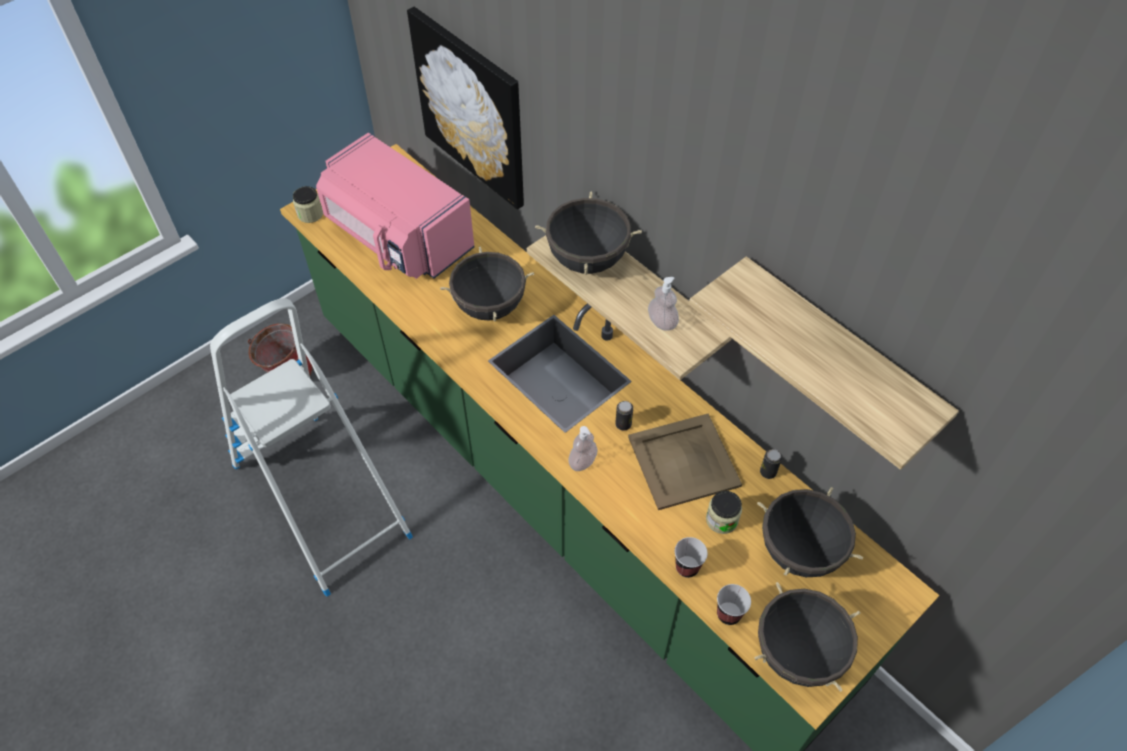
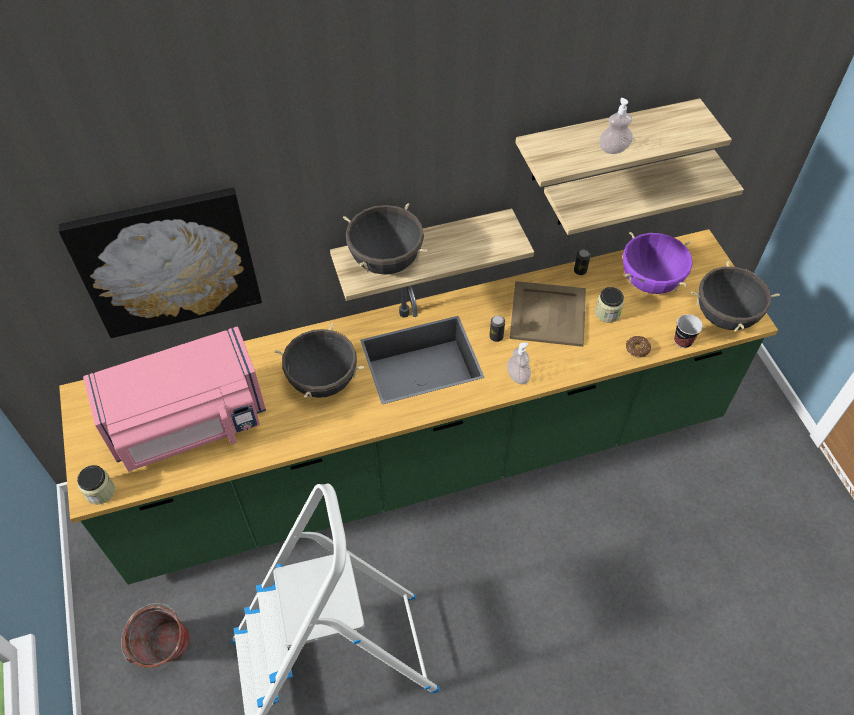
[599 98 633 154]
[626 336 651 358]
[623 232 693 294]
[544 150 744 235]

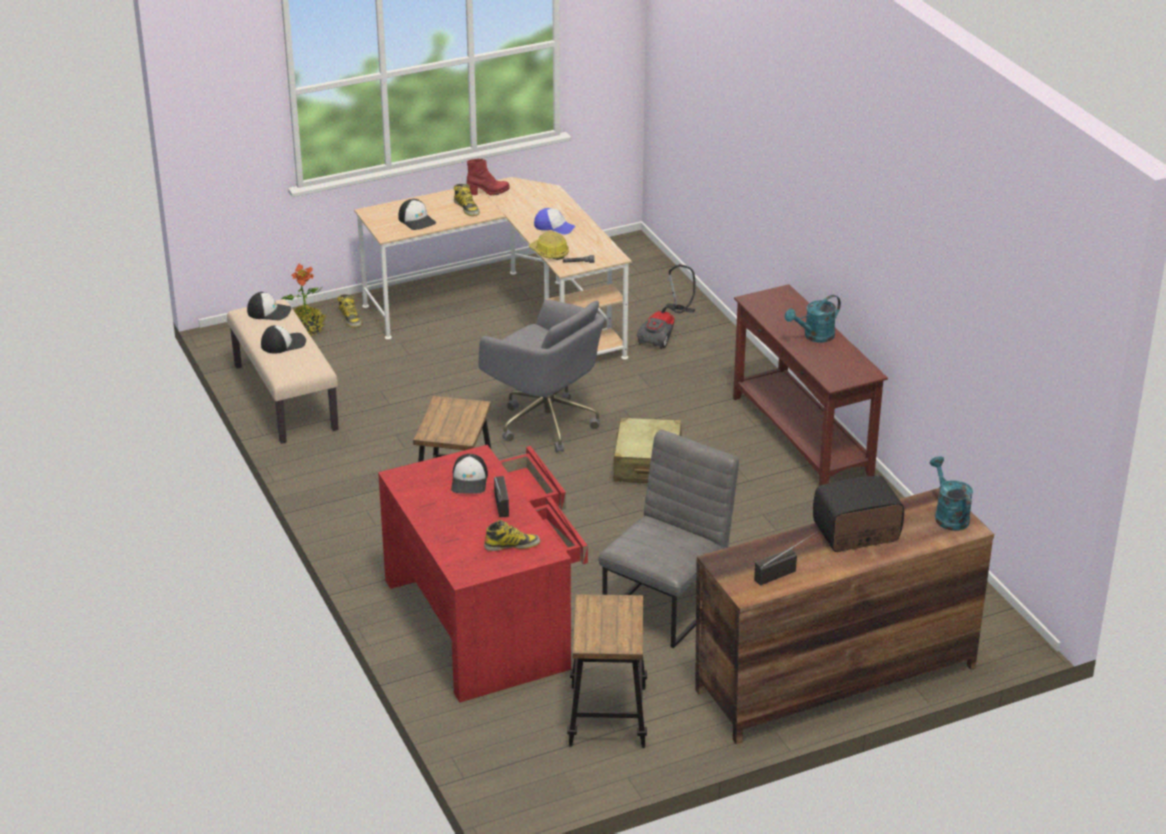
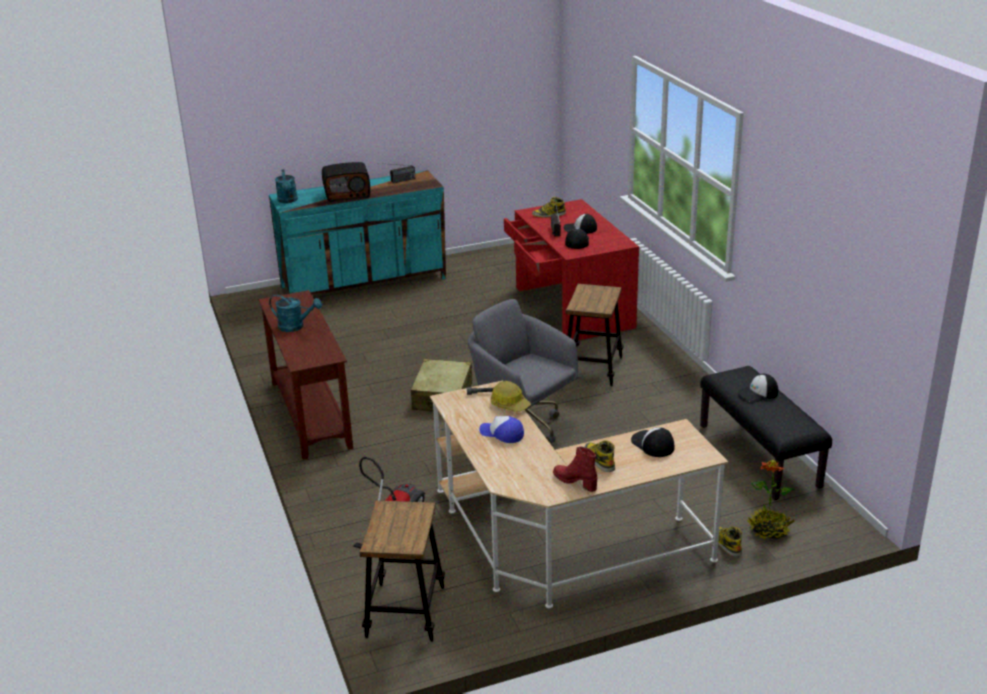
[700 366 832 501]
[564 214 597 234]
[553 446 597 492]
[360 500 445 642]
[599 430 739 648] (first image)
[269 170 446 295]
[269 294 322 332]

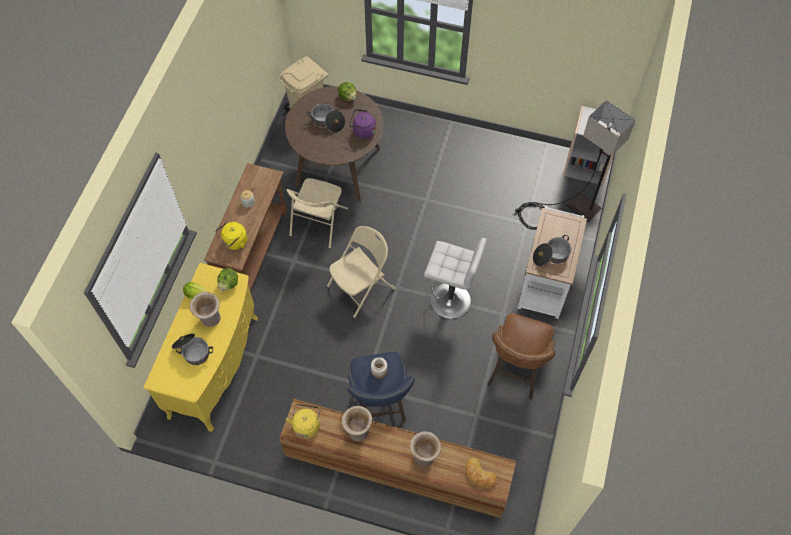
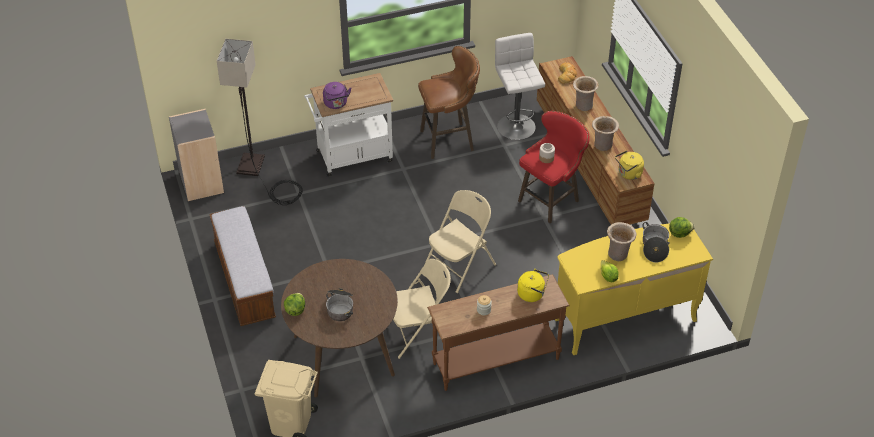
[669 217 694 238]
[424 190 496 294]
[518 111 590 223]
[323 82 351 109]
[495 33 545 140]
[533 235 571 266] (first image)
[209 206 276 326]

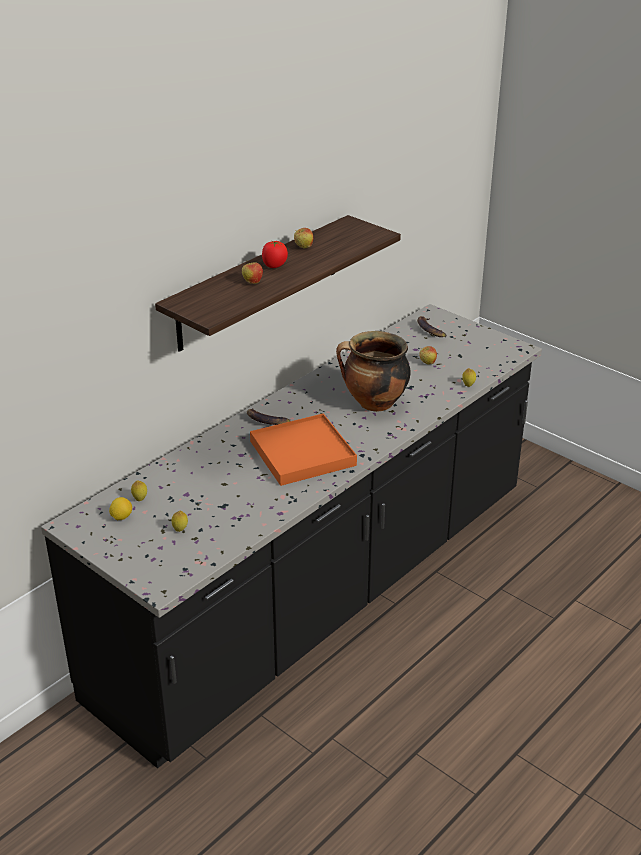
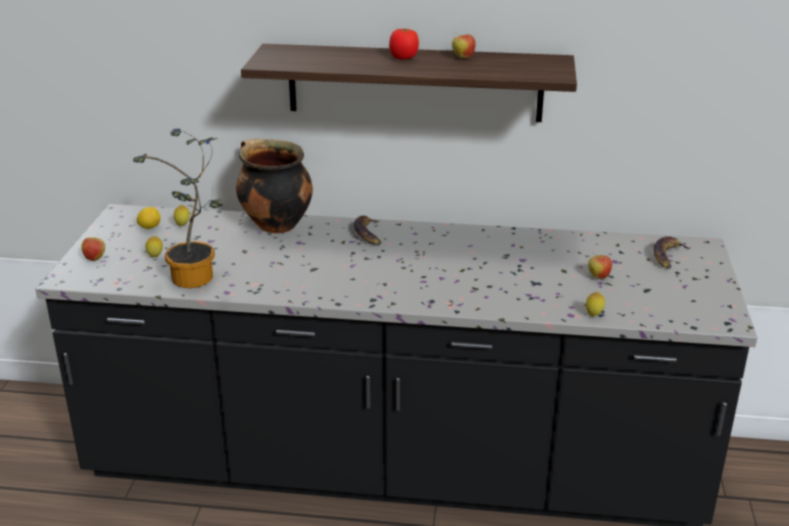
[81 234 105 261]
[250 413 357 486] (first image)
[236 139 313 234]
[133 129 223 288]

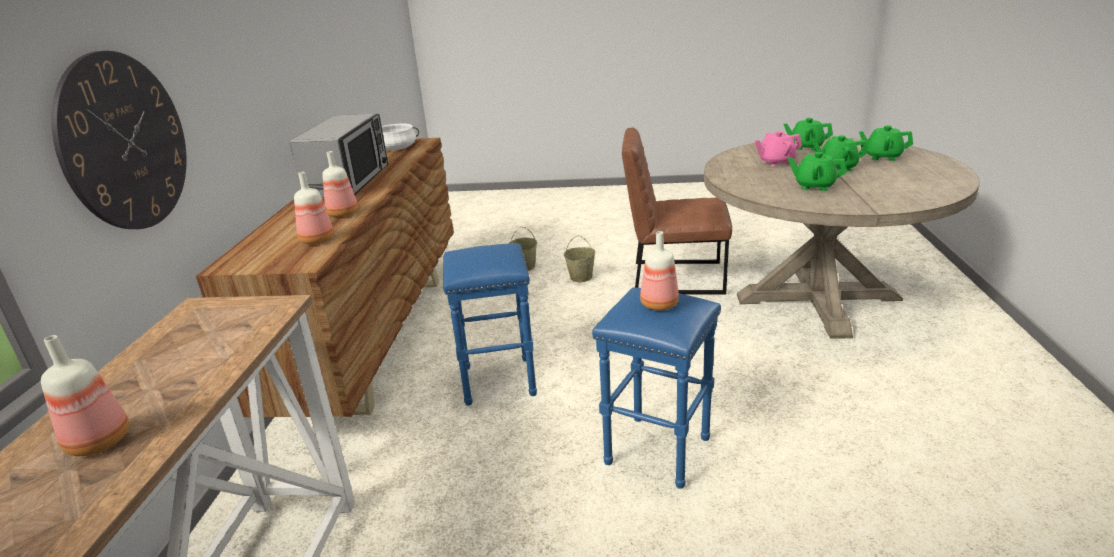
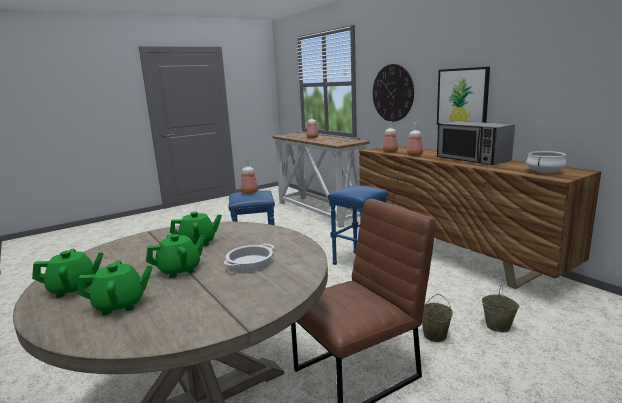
[224 244 274 272]
[32 249 104 298]
[437 67 490 125]

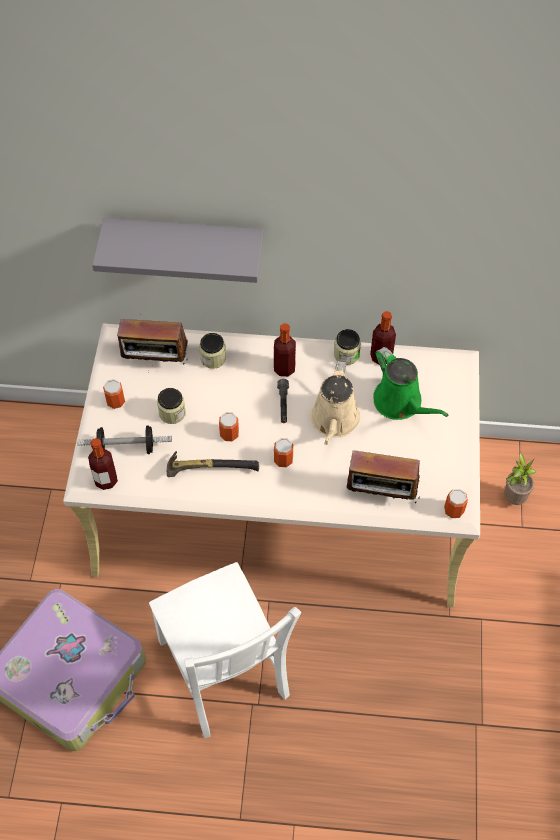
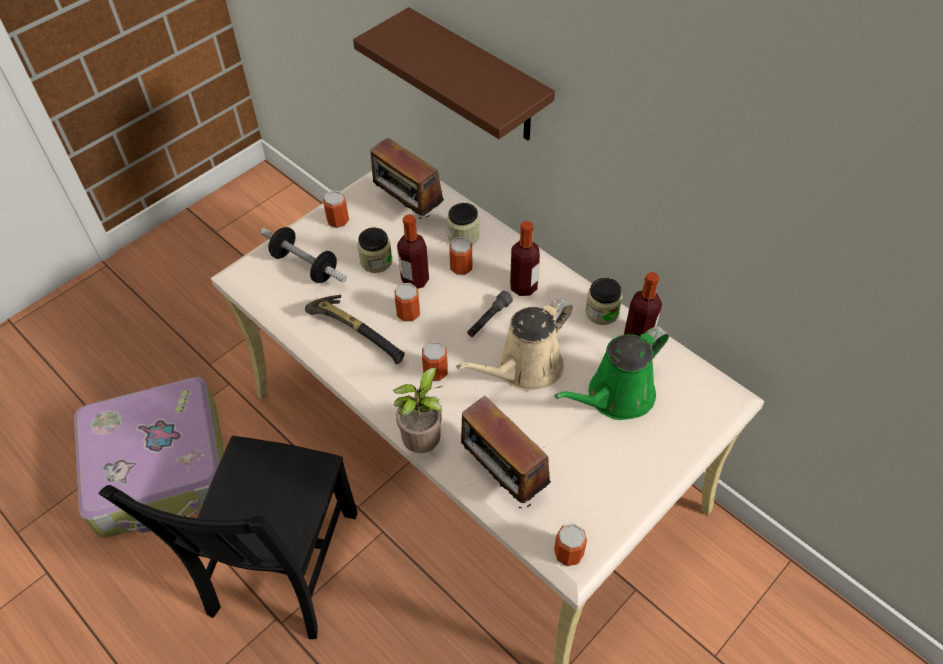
[397 214 429 289]
[353 7 555 140]
[98 436 358 639]
[554 326 669 420]
[393 368 442 453]
[449 237 472 275]

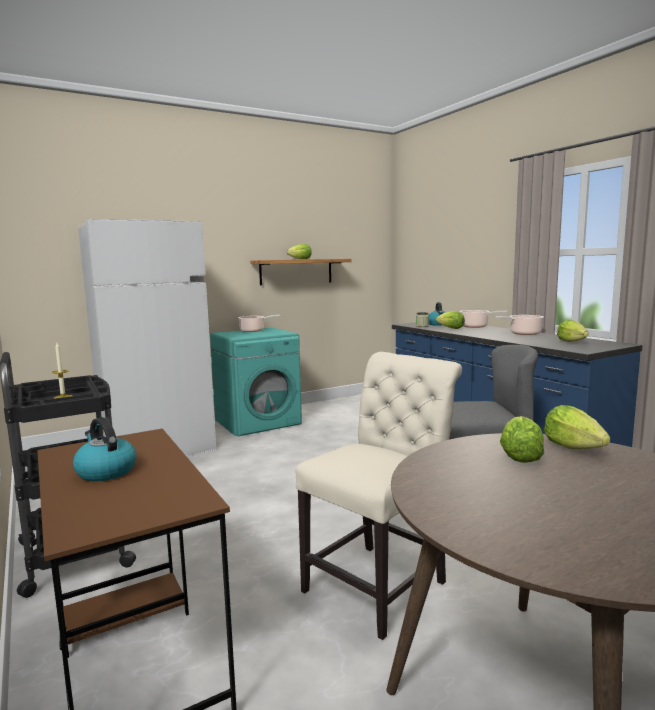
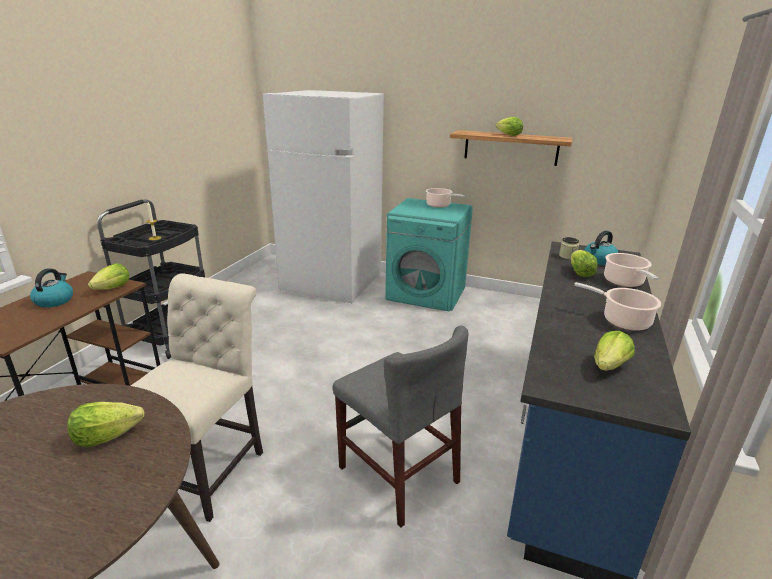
[131 273 263 522]
[88 263 129 290]

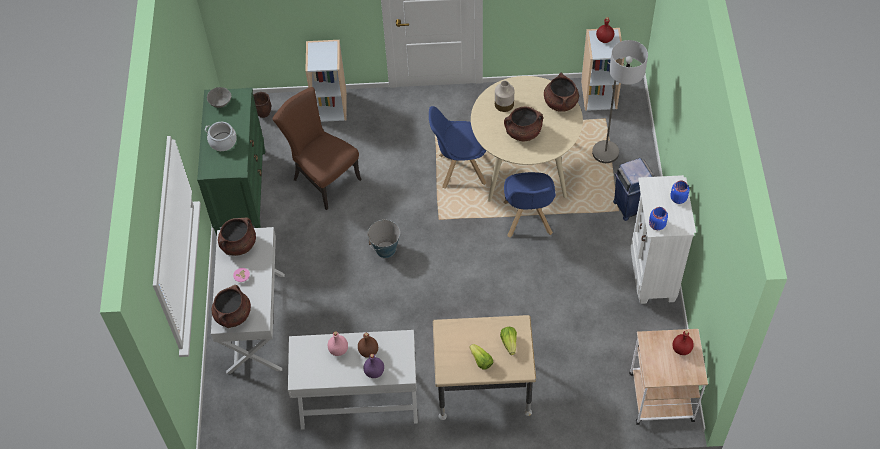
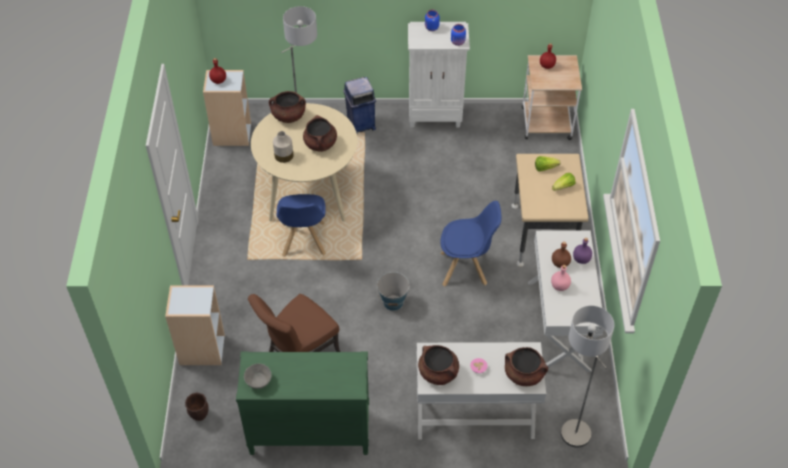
[205 122 237 151] (first image)
[440 201 501 287]
[561 306 614 448]

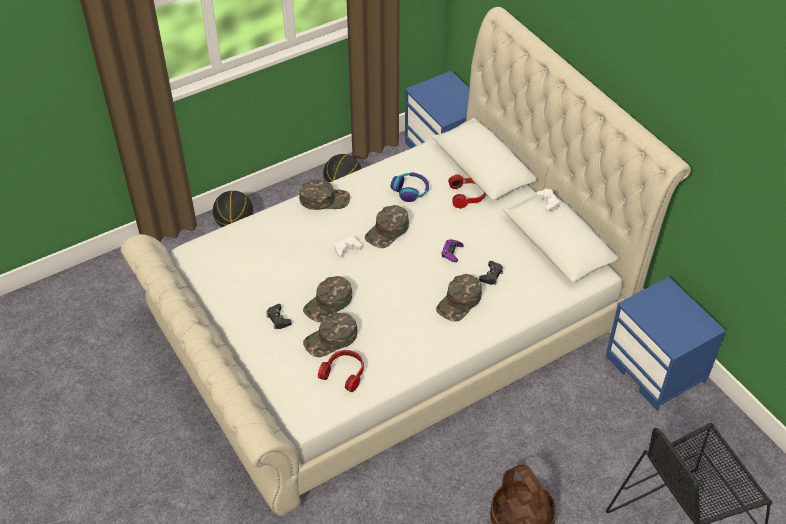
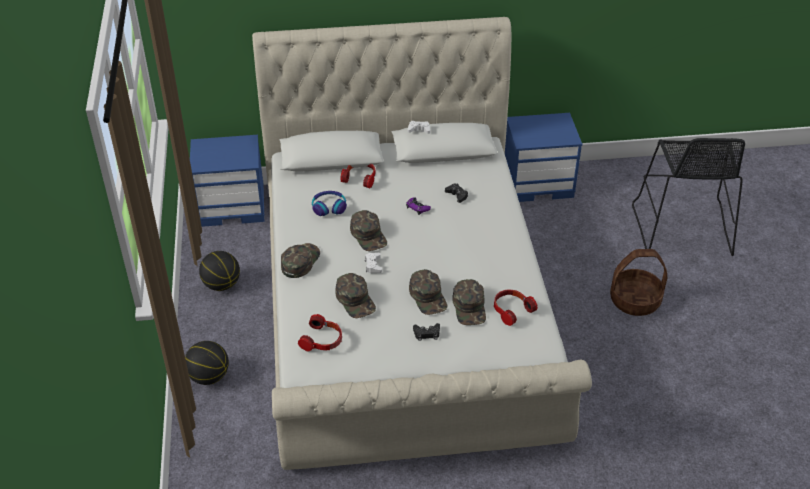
[335 273 376 318]
[298 314 342 351]

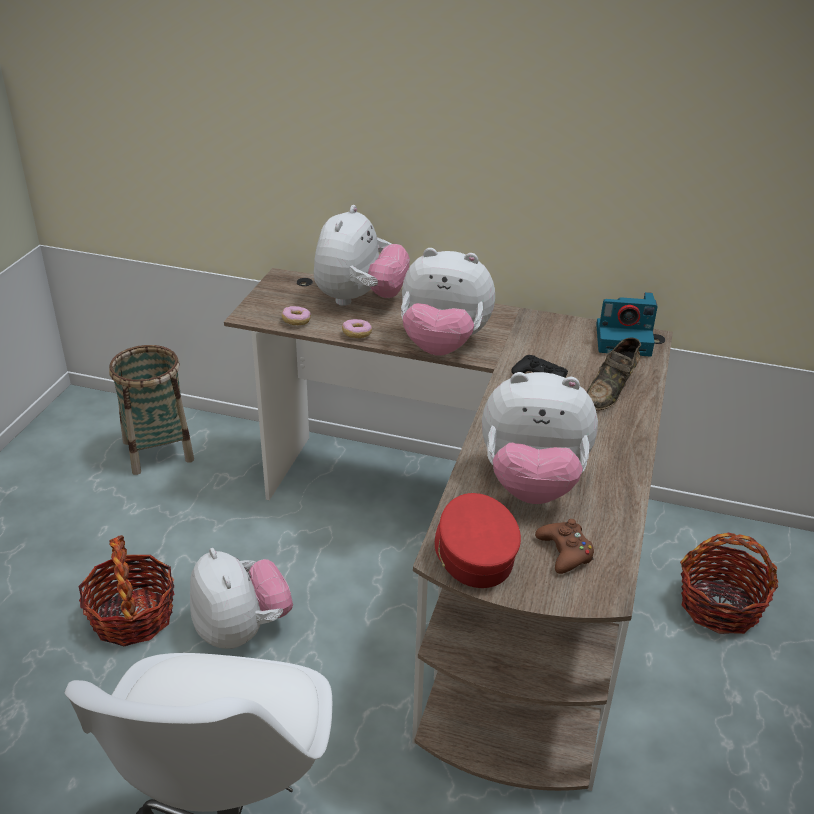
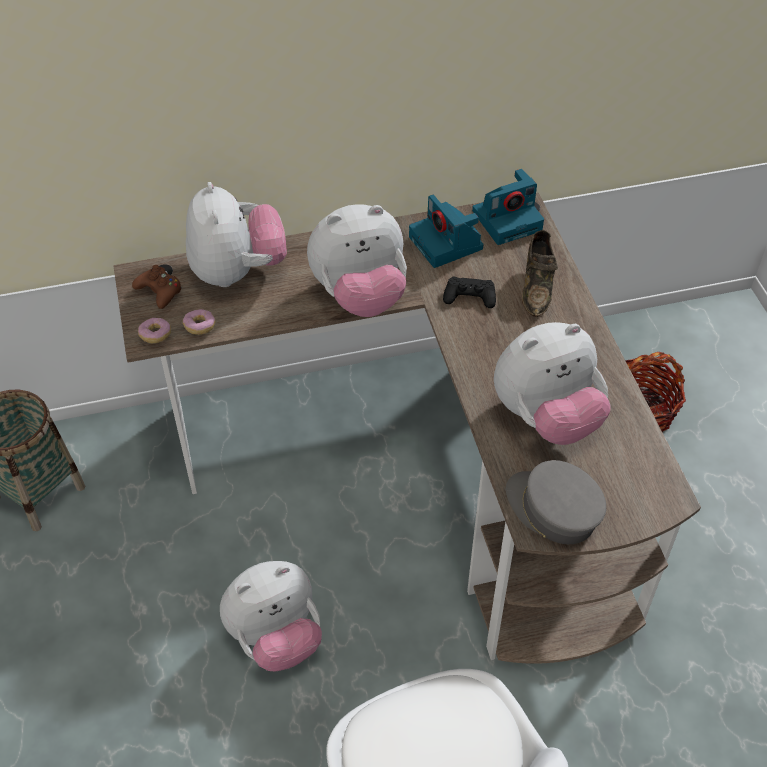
[78 535 174 646] (first image)
[220 561 322 671]
[138 318 171 343]
[506 460 606 544]
[132 265 182 309]
[409 195 483 268]

